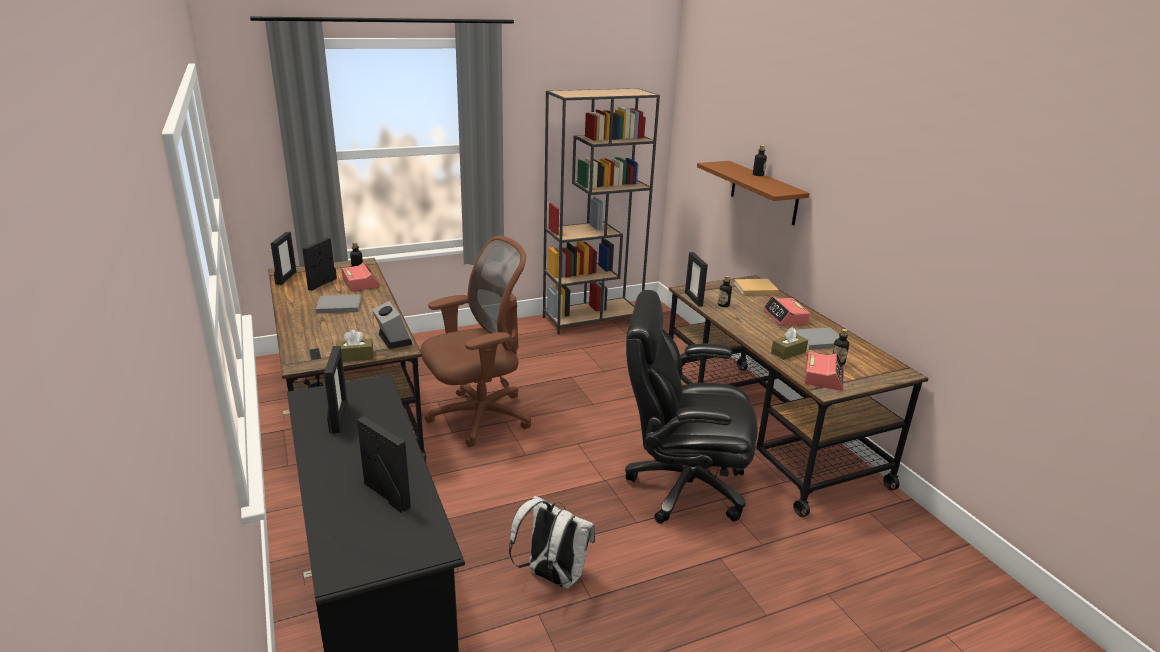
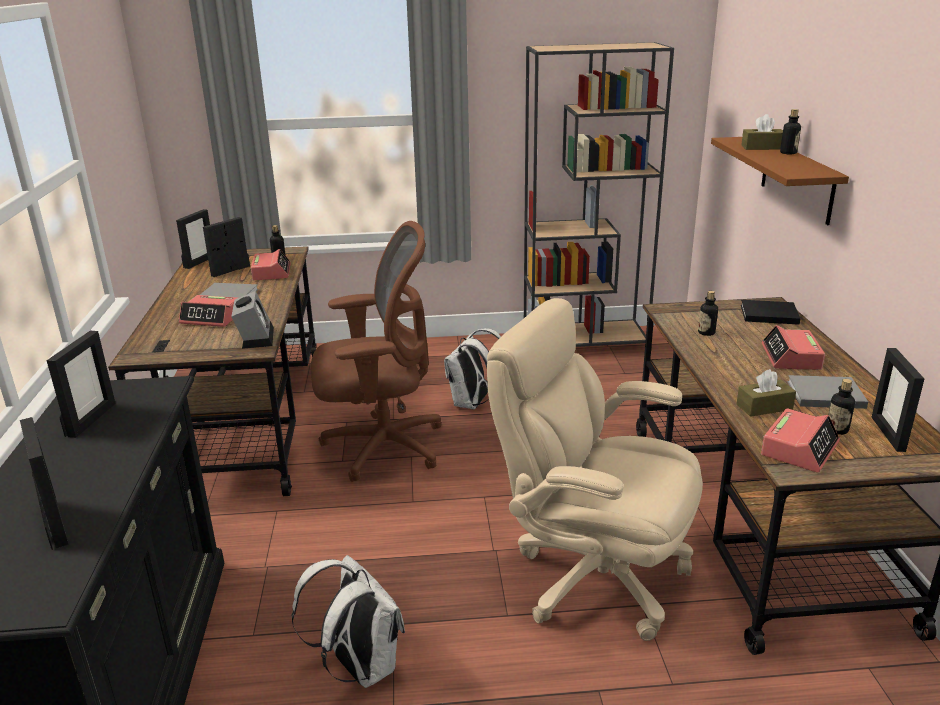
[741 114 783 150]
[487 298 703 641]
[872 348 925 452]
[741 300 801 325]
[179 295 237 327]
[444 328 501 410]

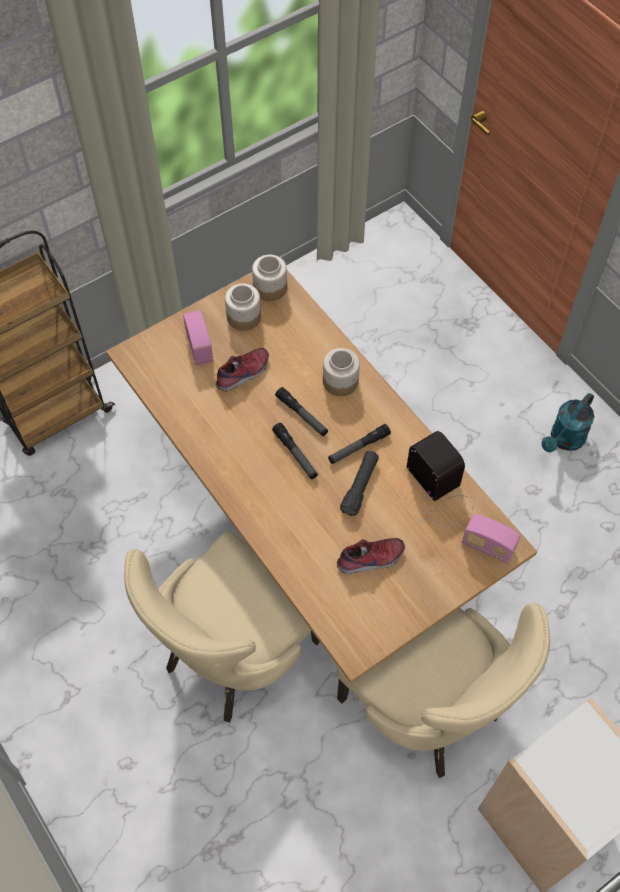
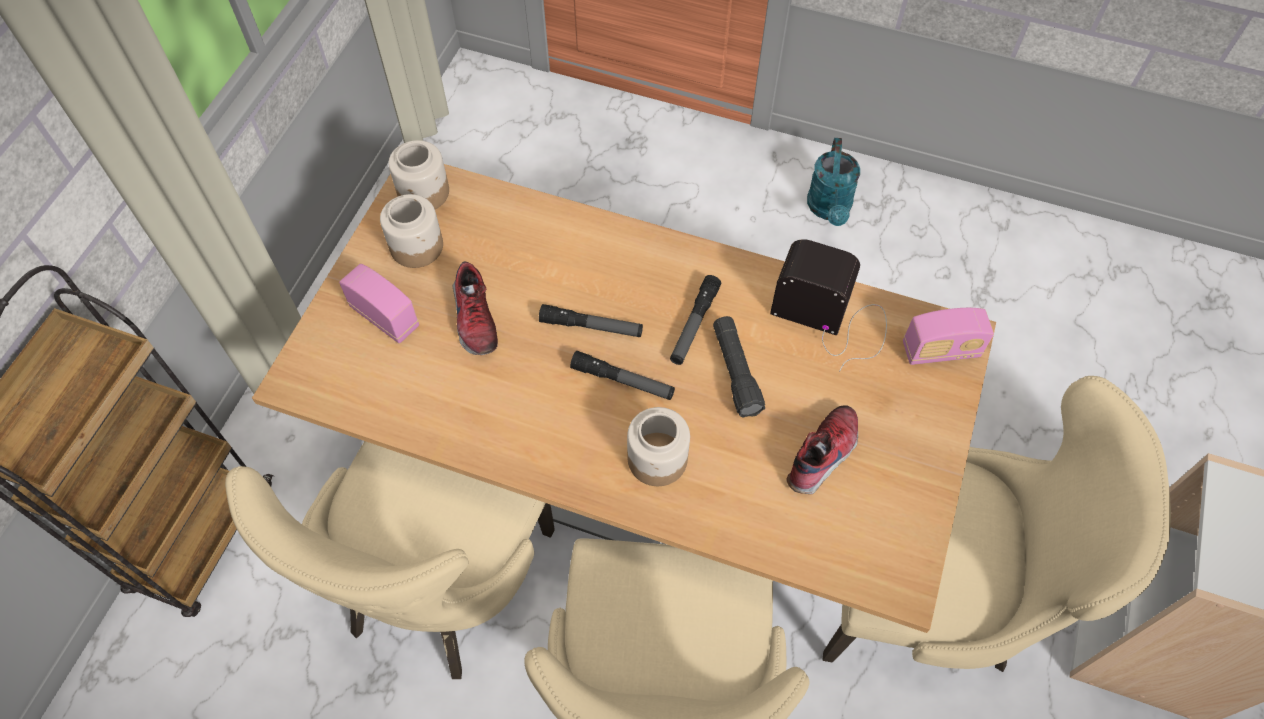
[453 262 498 355]
[627 407 690 486]
[225 441 555 679]

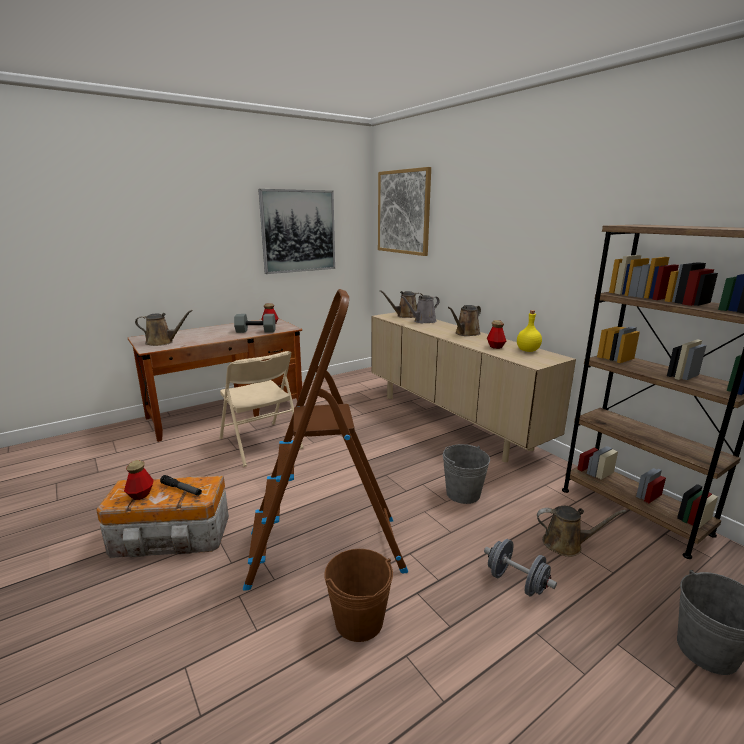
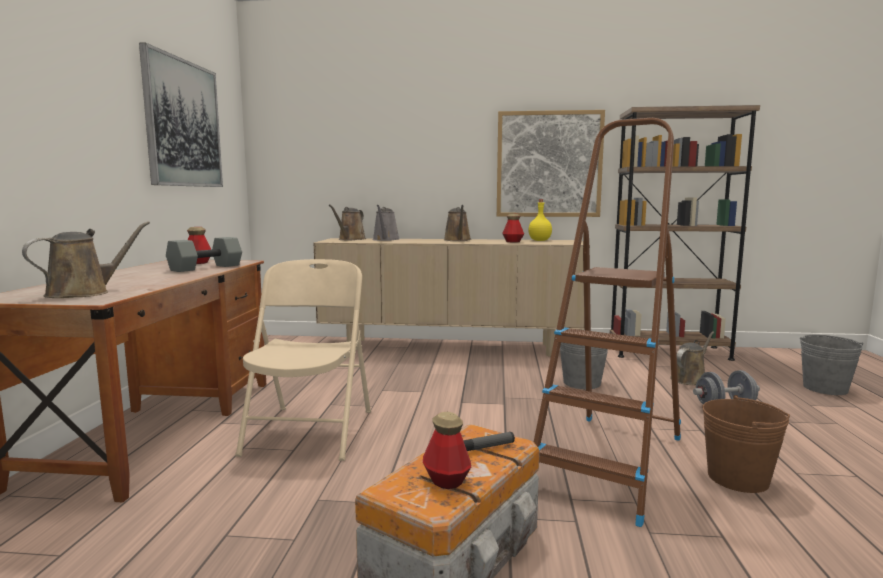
[235 259 371 461]
[497 110 605 217]

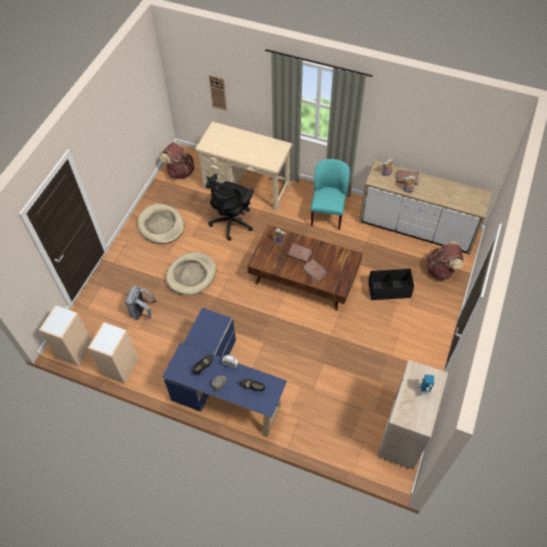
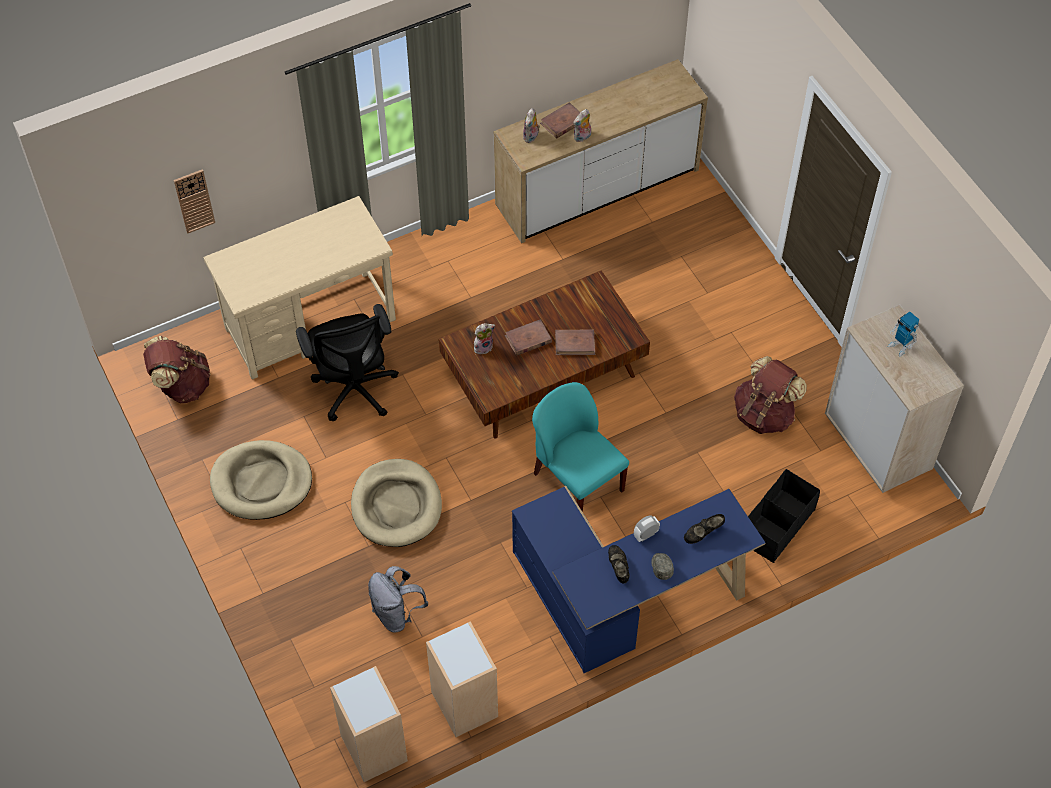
[532 382 629 512]
[748 469 820 563]
[734 356 807 434]

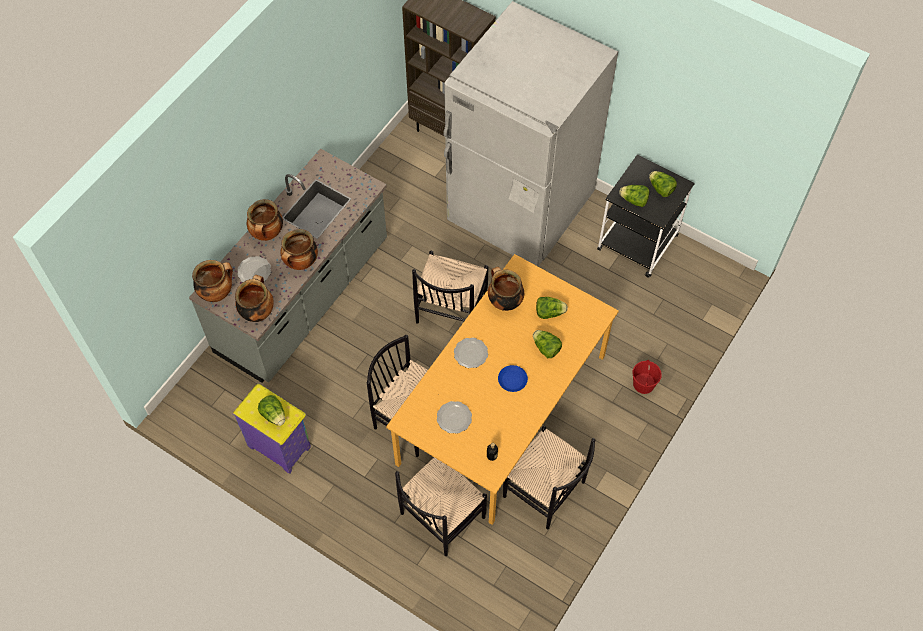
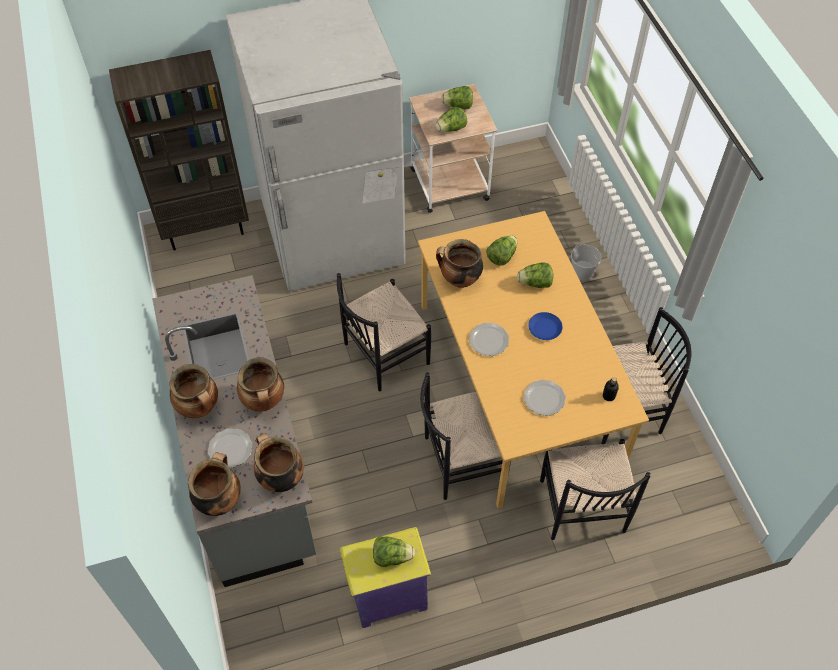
[337 273 431 391]
[409 84 497 213]
[571 244 602 281]

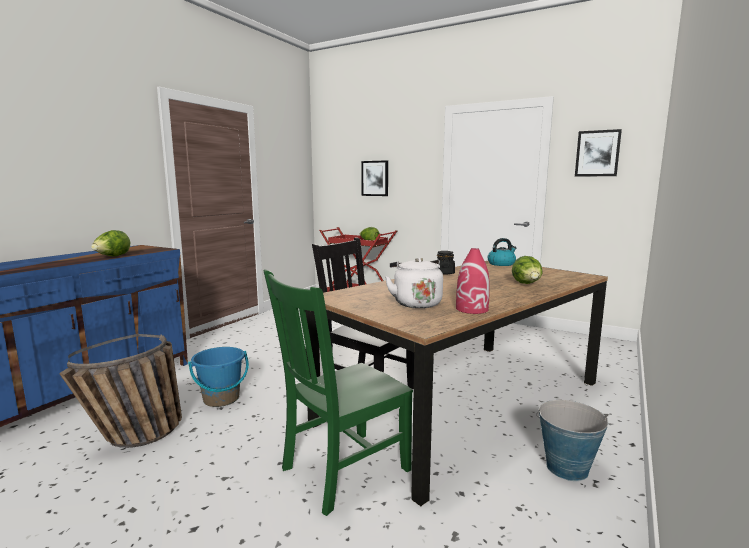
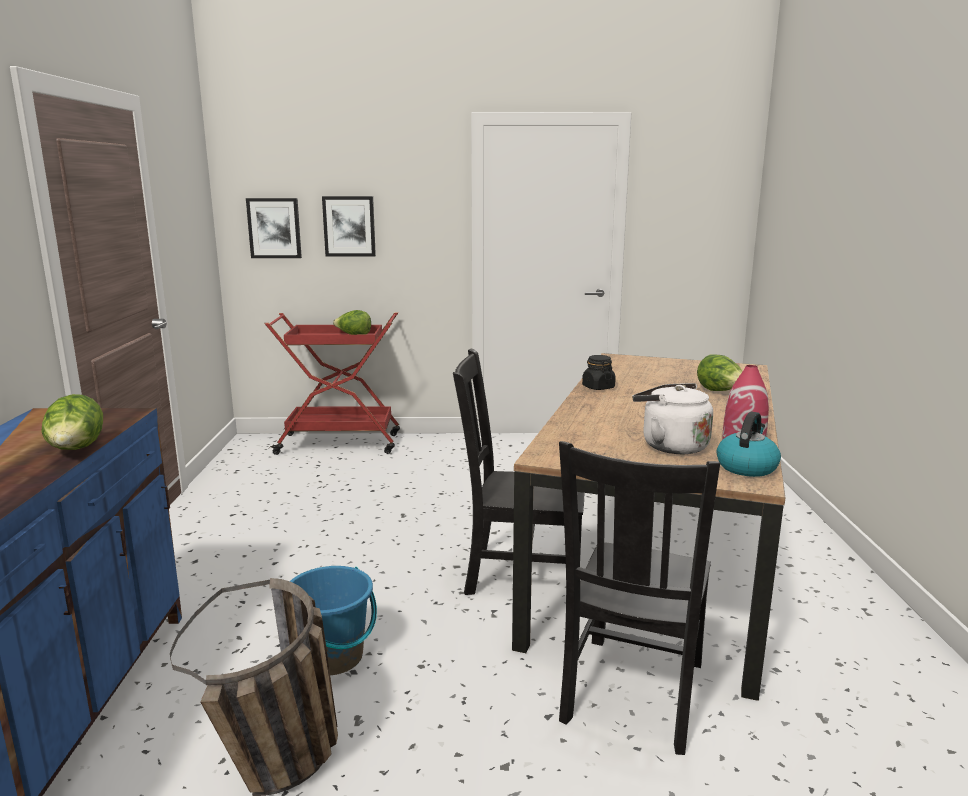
[559 441 720 755]
[717 412 781 477]
[536 400 608 481] (first image)
[246 198 302 258]

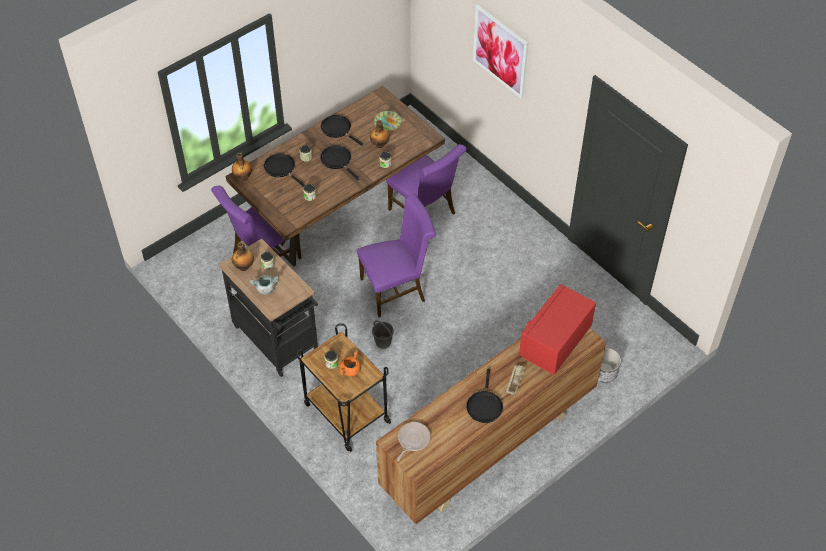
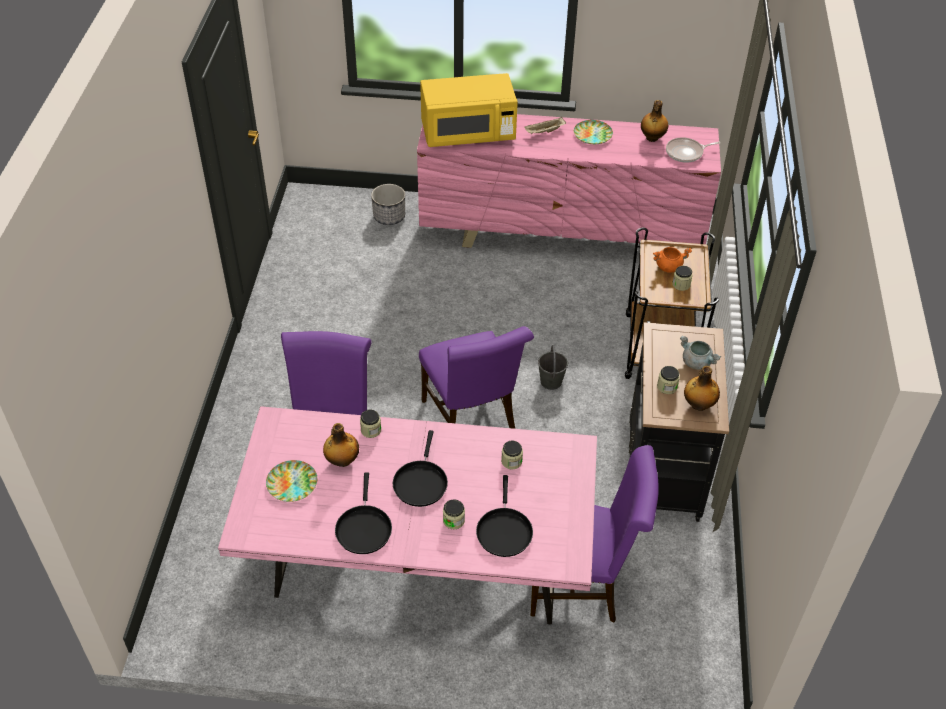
[218 406 597 624]
[641 100 669 142]
[419 326 534 429]
[417 114 721 248]
[574 120 613 144]
[473 4 528 99] (first image)
[420 73 518 147]

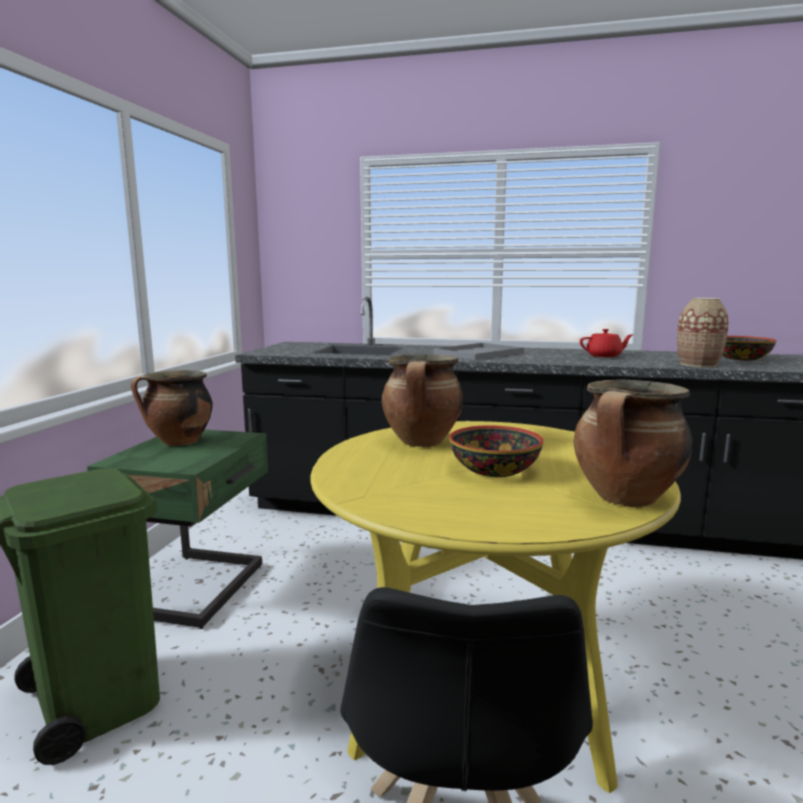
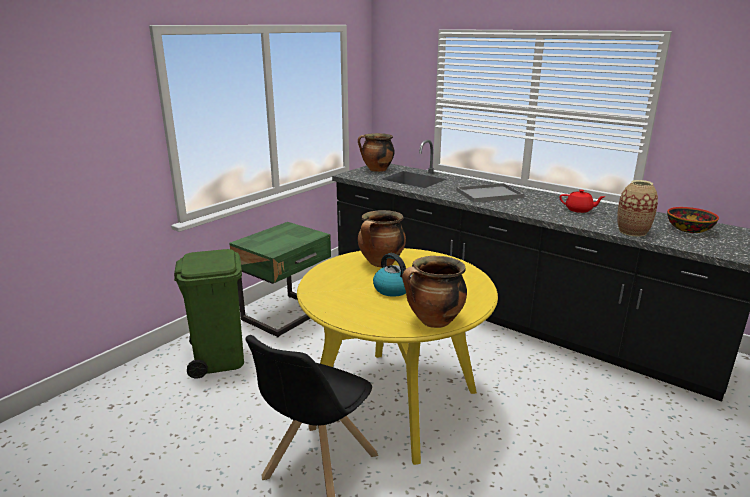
[358 133 395 172]
[373 253 413 297]

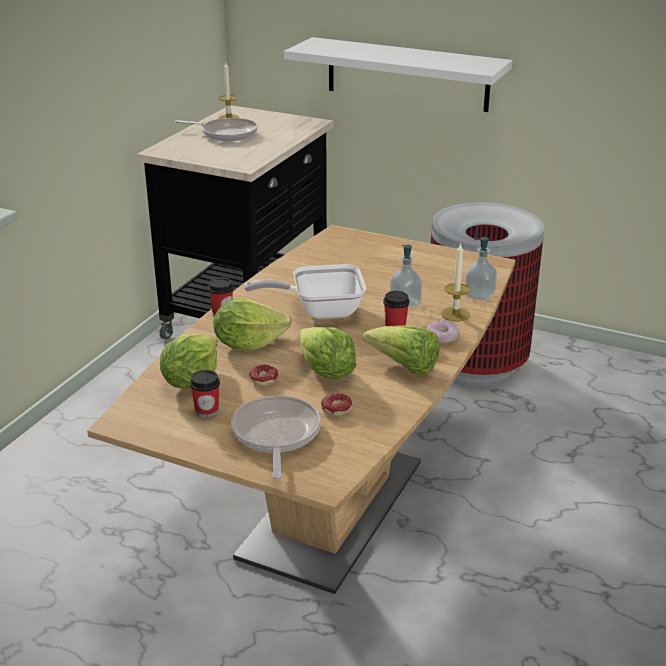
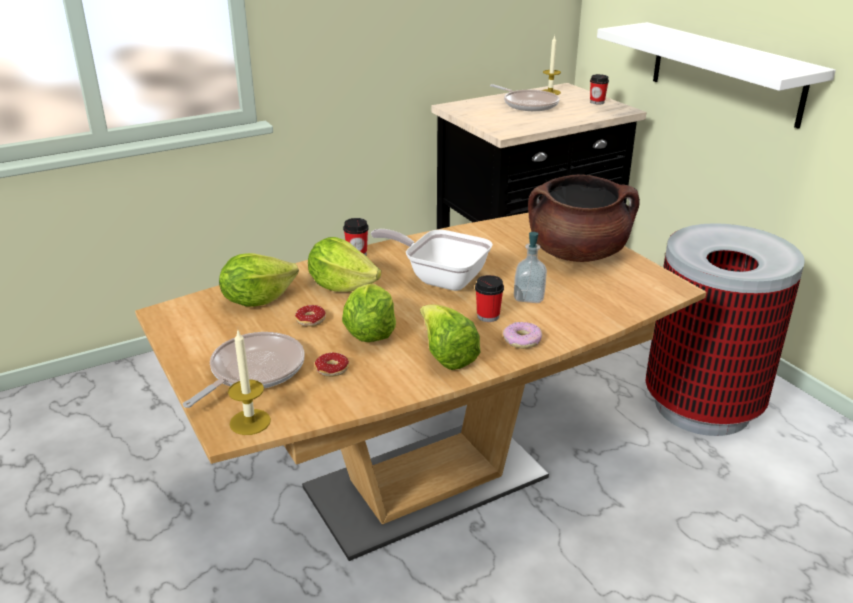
[590 74 609 105]
[228 331 271 435]
[465 237 497 301] (first image)
[528 174 640 262]

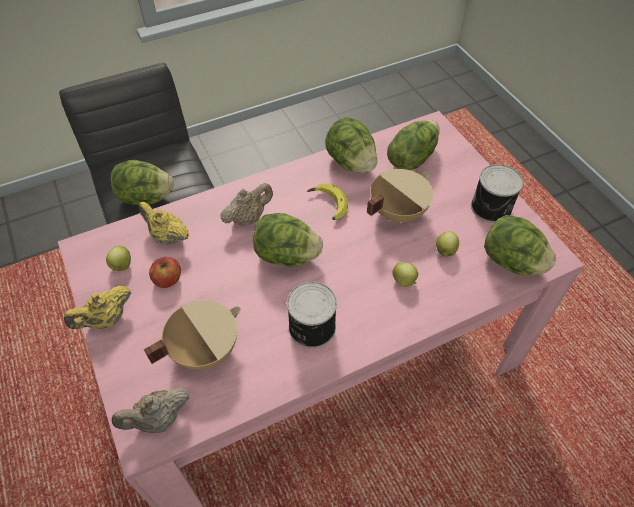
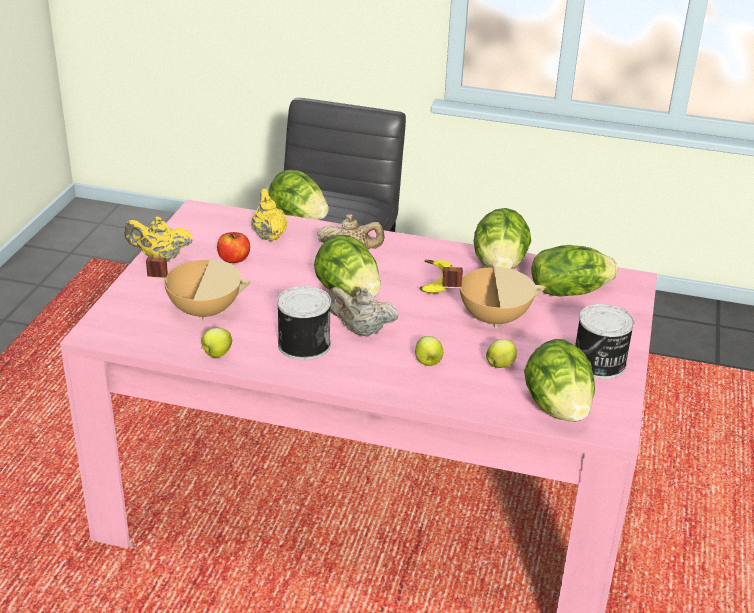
[201 328 232 358]
[328 287 398 337]

